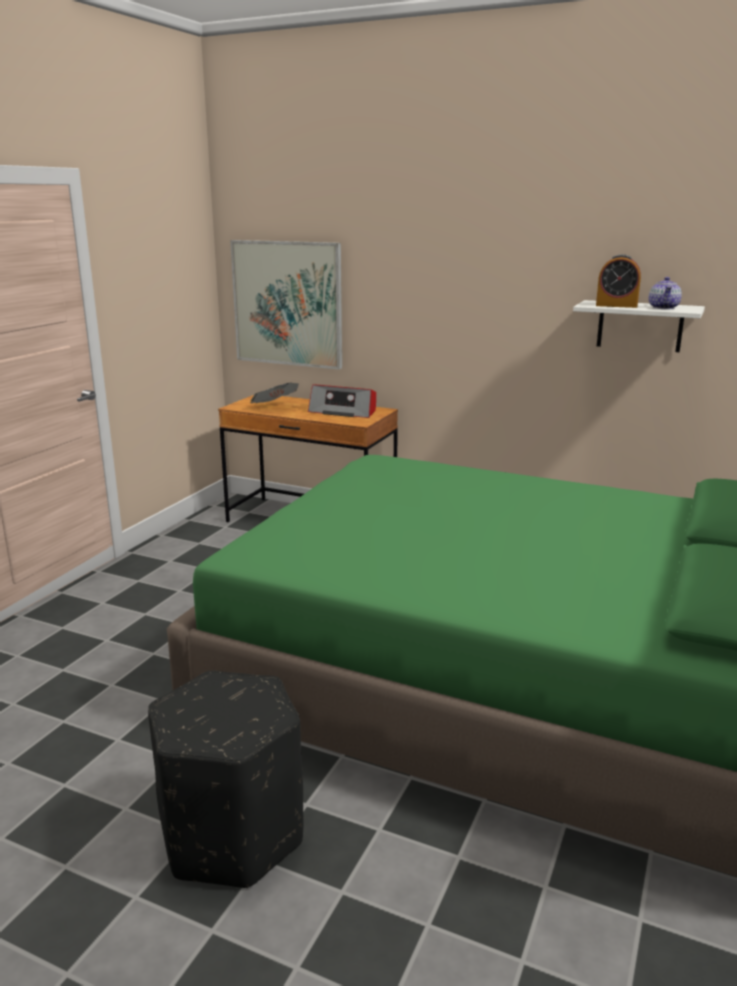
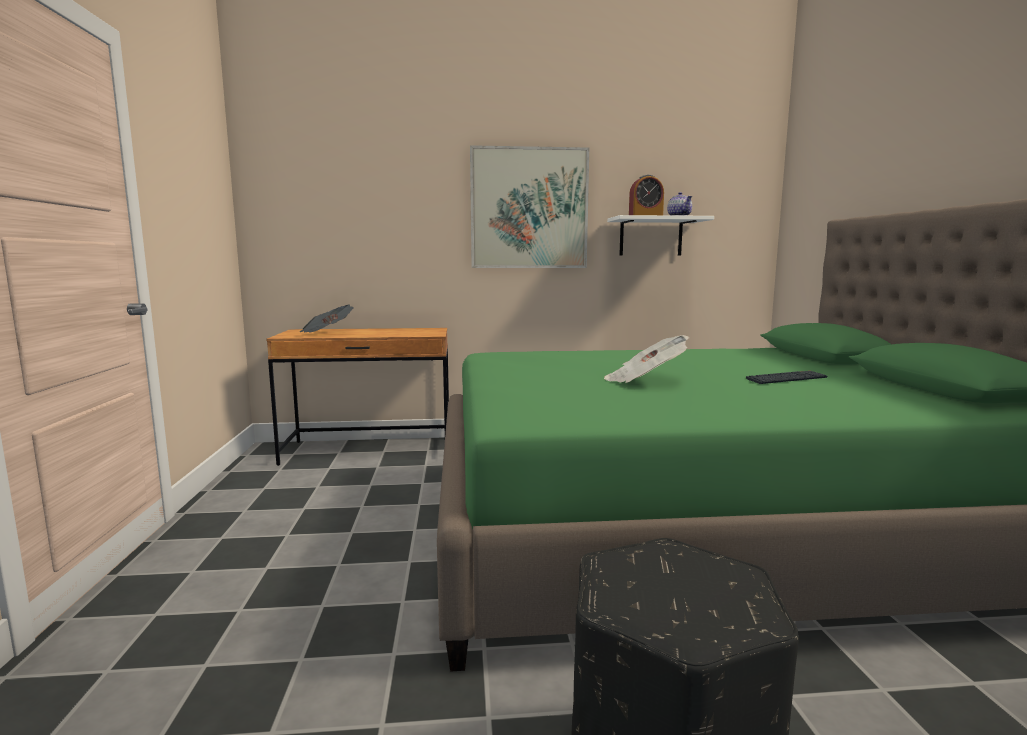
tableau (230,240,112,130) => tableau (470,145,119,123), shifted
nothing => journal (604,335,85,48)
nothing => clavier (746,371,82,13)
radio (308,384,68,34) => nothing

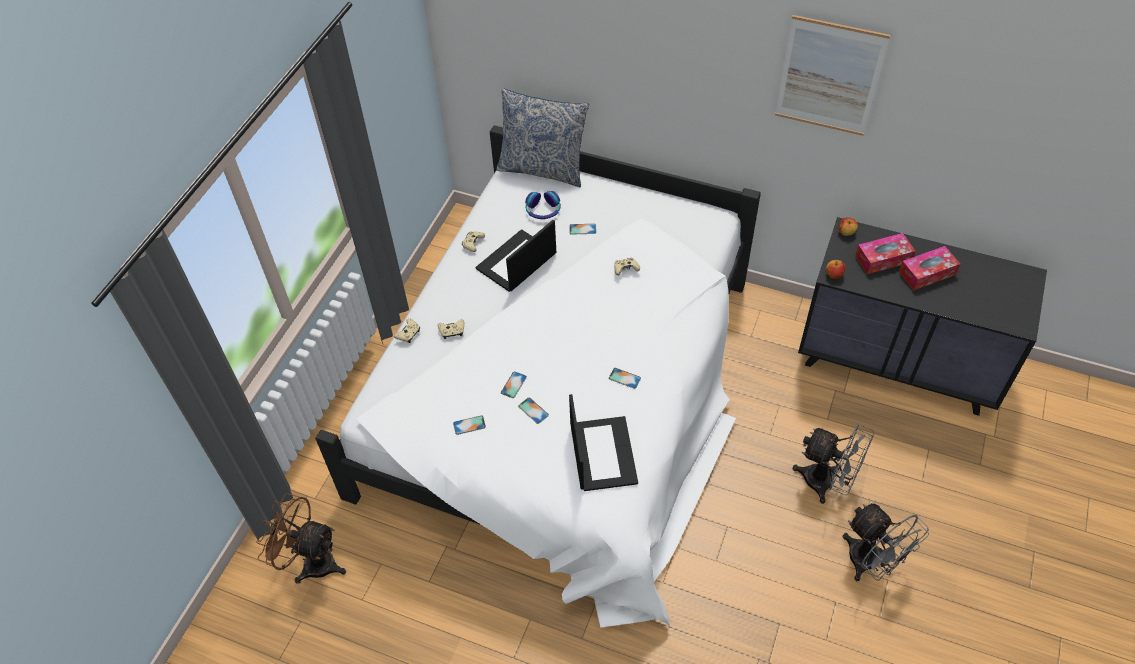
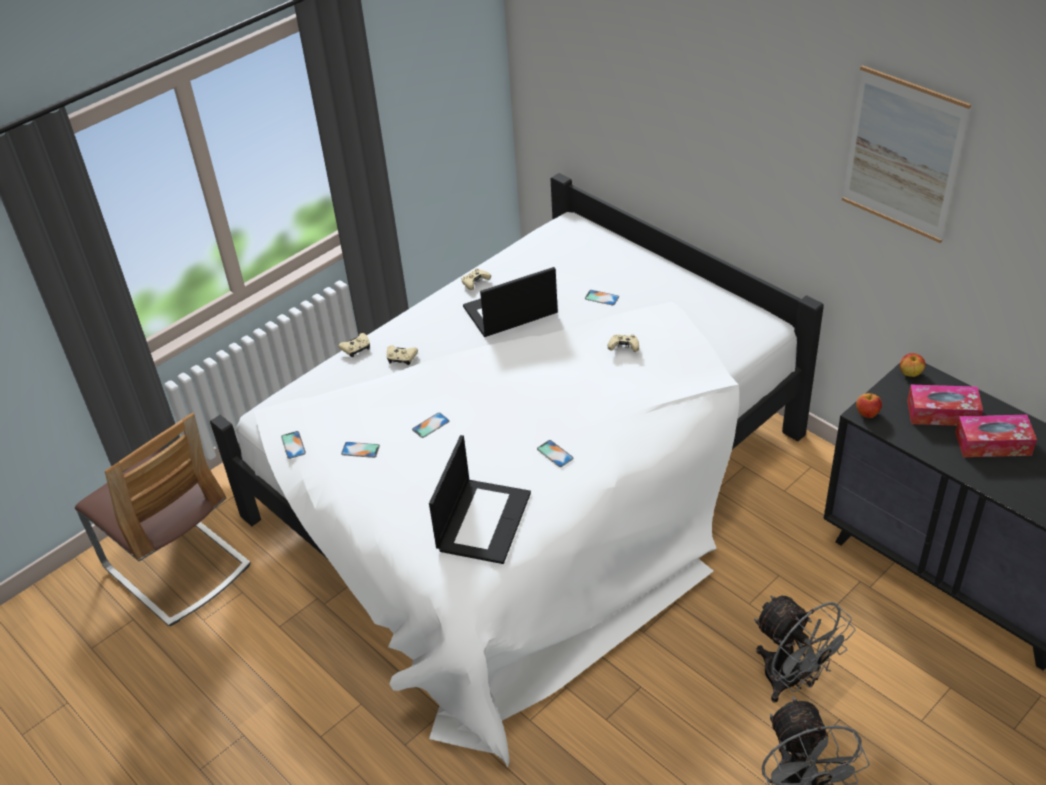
ventilateur (marron) (256,493,90,91) => chaise (75,413,176,213)
téléphone (518,398,31,26) => téléphone (281,431,25,28), shifted
coussin (496,88,93,99) => nothing
casque audio (525,191,36,28) => nothing

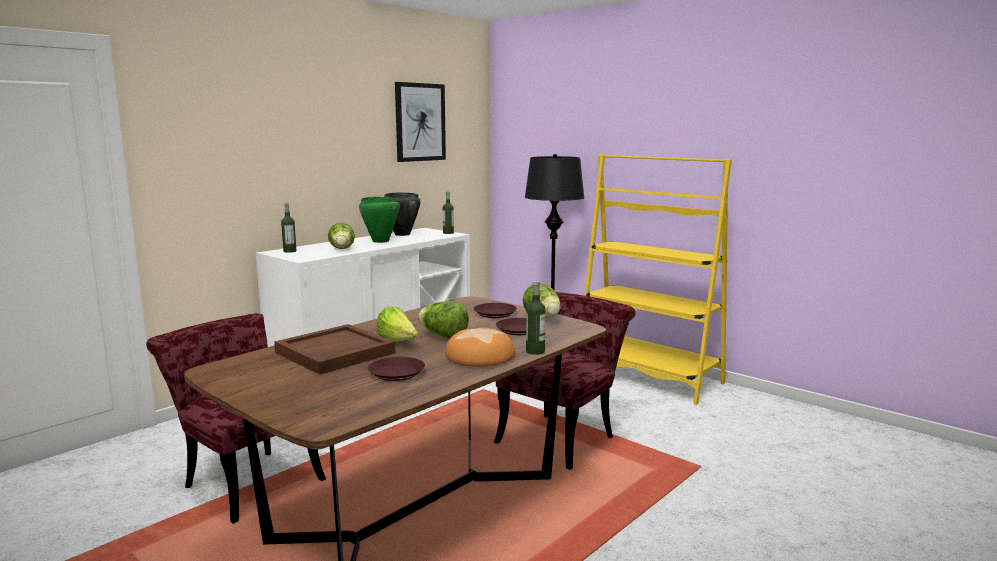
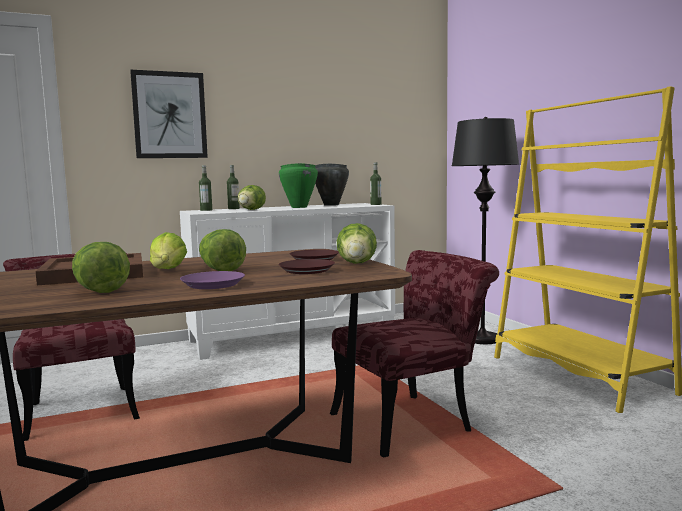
assiette (marron) (368,357,57,24) => laitue (72,242,58,51)
tableau (395,82,51,80) => tableau (130,70,78,88), shifted
pain (445,328,70,39) => assiette (violet) (180,271,65,18)
bouteille (526,281,20,74) => bouteille (227,165,13,44), shifted

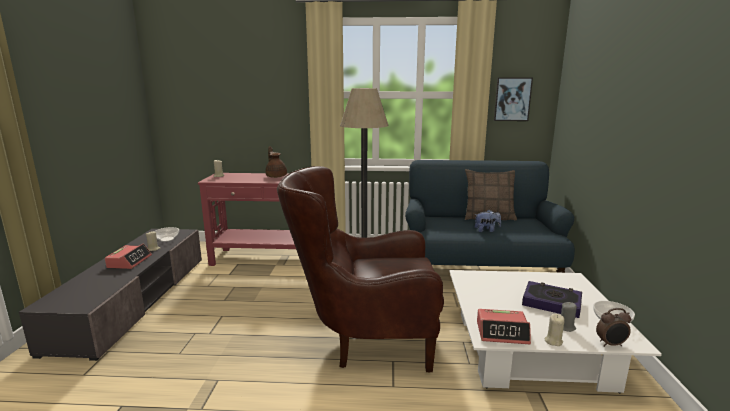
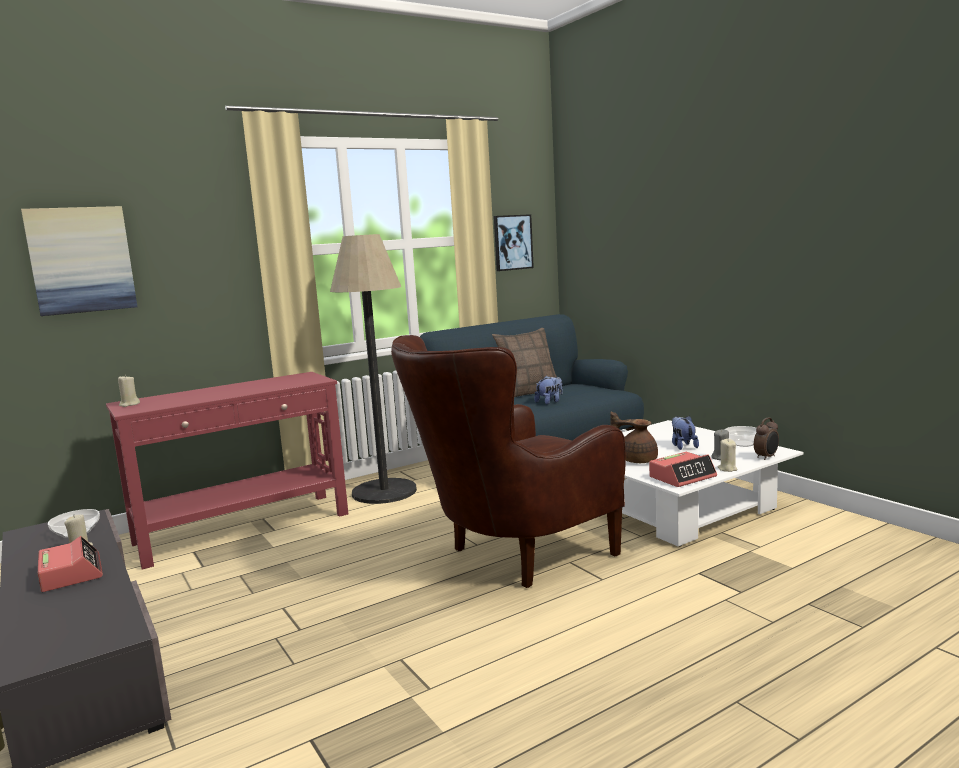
nothing => tableau (21,206,116,110)
théière (marron) (266,146,21,32) => théière (marron) (610,411,48,52), shifted
livre (522,281,60,37) => peluche (672,416,27,34)

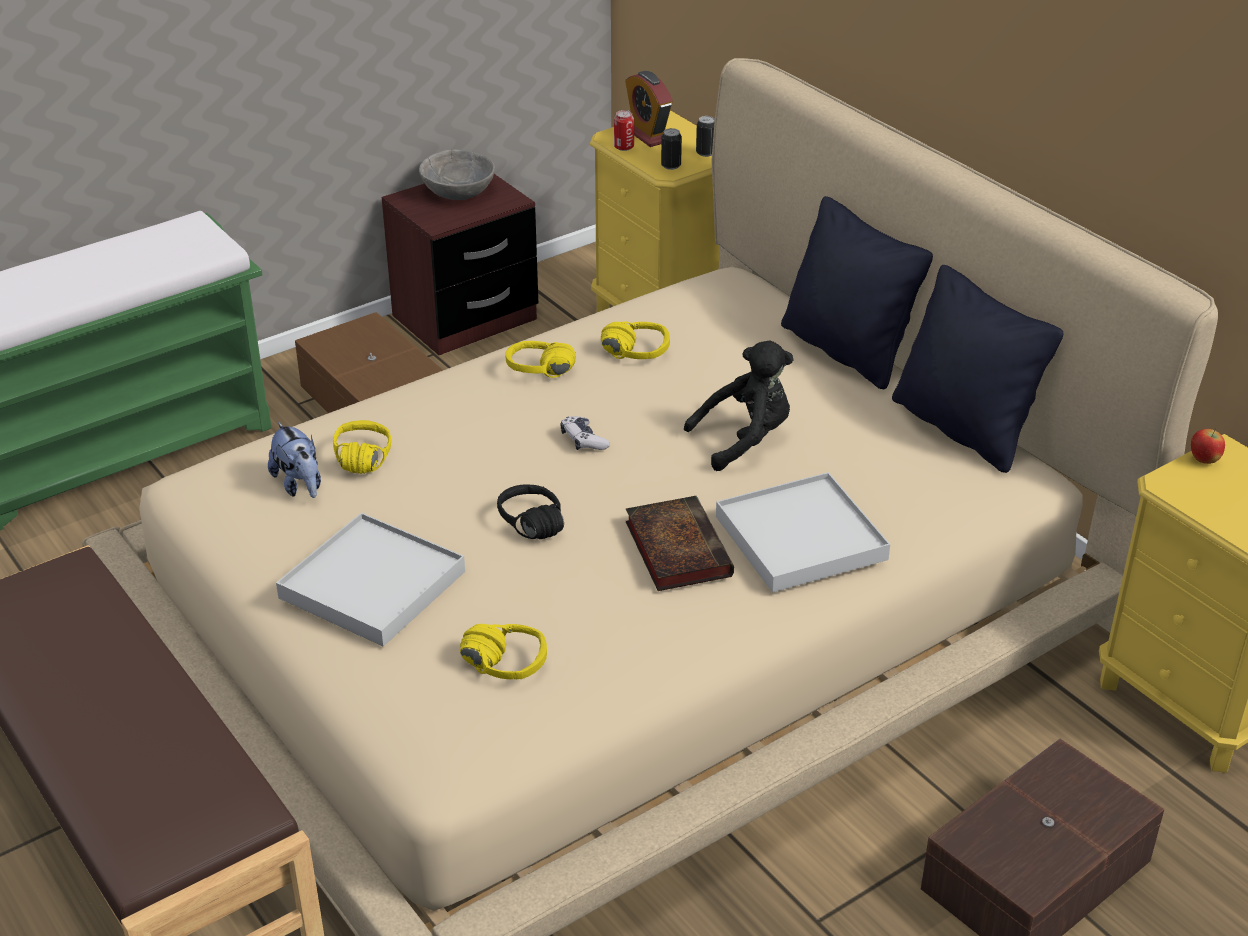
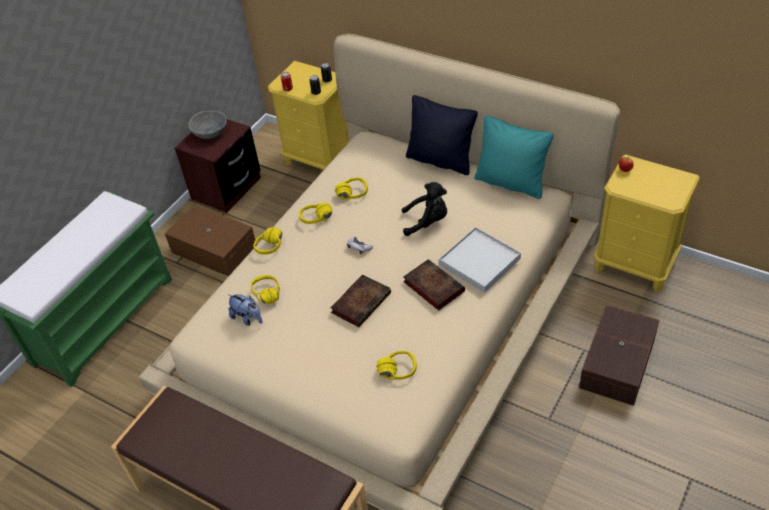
nothing => casque audio (jaune) (253,227,29,28)
casque audio (noir) (497,485,67,54) => livre (330,274,61,53)
peluche (noir) (684,341,109,130) => peluche (noir) (402,182,45,54), 45 degrees clockwise
coussin (noir) (892,265,172,208) => coussin (turquoise) (474,115,80,84)
plateau (blanc) (276,513,189,133) => nothing
réveil (625,71,48,76) => nothing

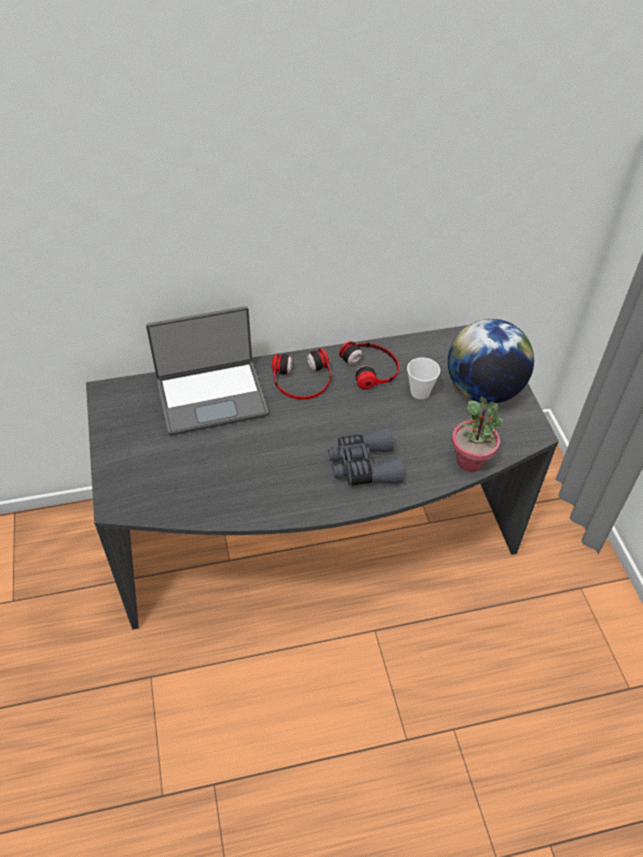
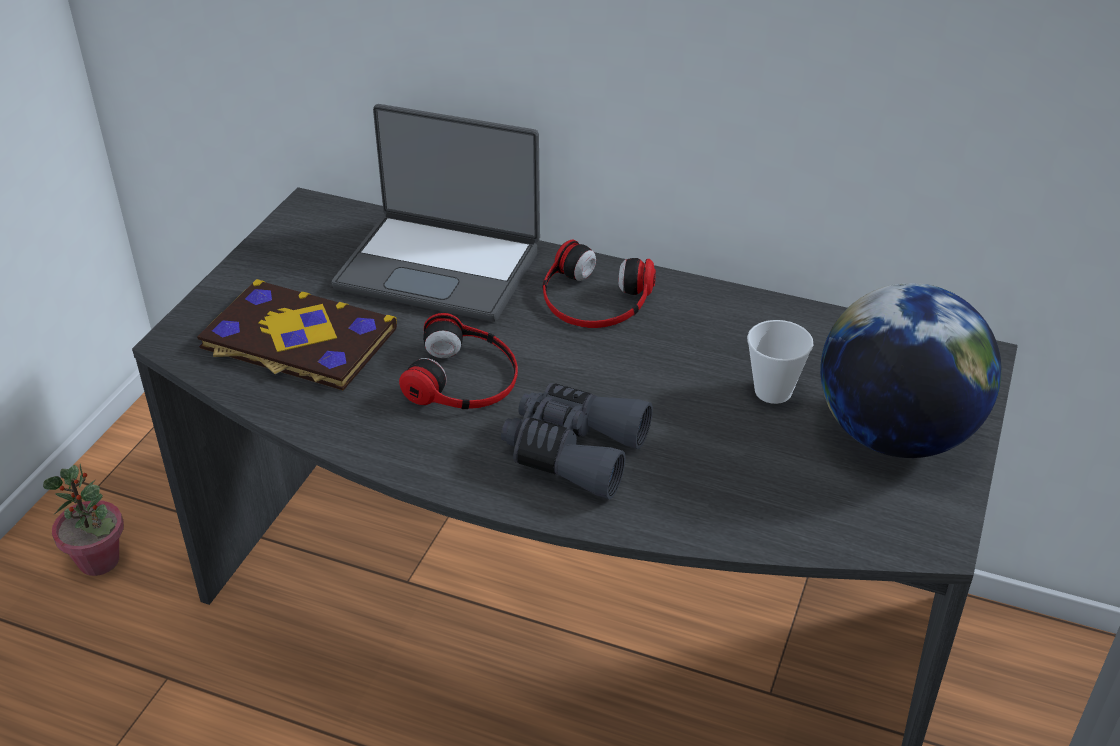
plante en pot (452,396,51,76) => plante en pot (43,464,81,112), shifted
nothing => livre (197,279,200,112)
casque audio (339,341,60,48) => casque audio (399,313,119,96), shifted

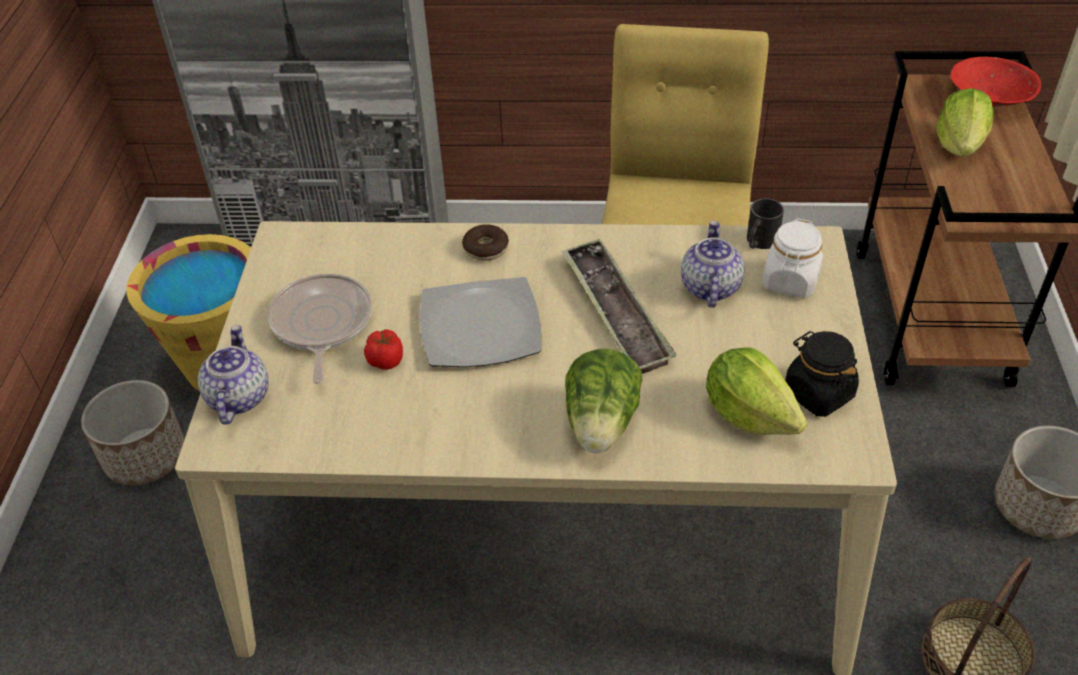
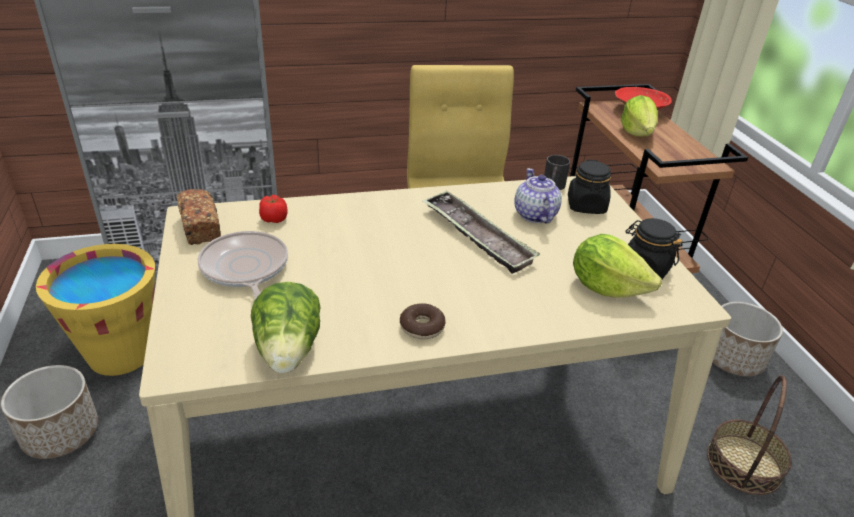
nothing => pain (177,189,44,56)
laitue (565,349,78,104) => laitue (251,282,70,91), shifted
tomate (364,329,39,41) => tomate (259,195,29,28), shifted
beignet (462,224,47,37) => beignet (400,303,46,36), shifted
bocal (blanc) (762,218,61,80) => bocal (noir) (568,159,43,55)
théière (198,325,71,100) => nothing
assiette (420,277,121,90) => nothing

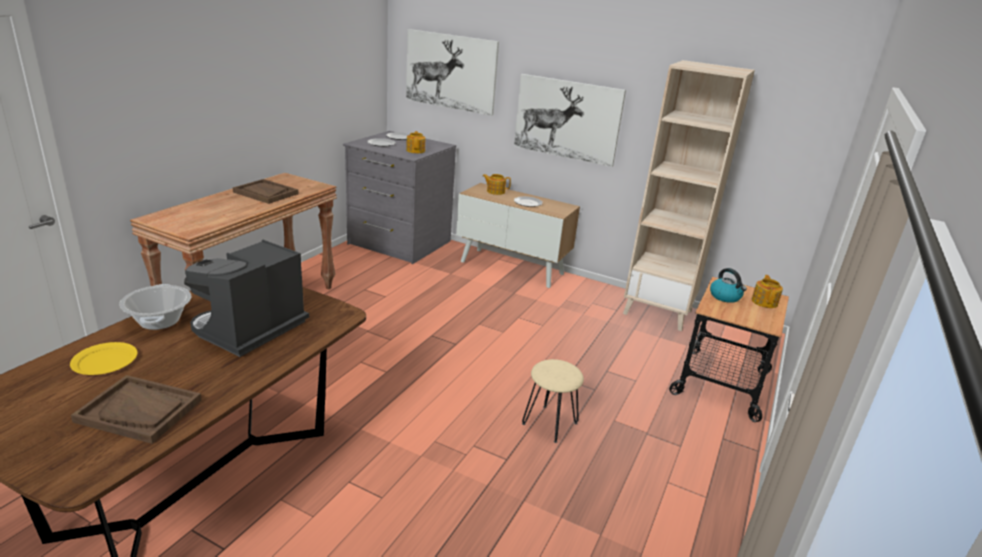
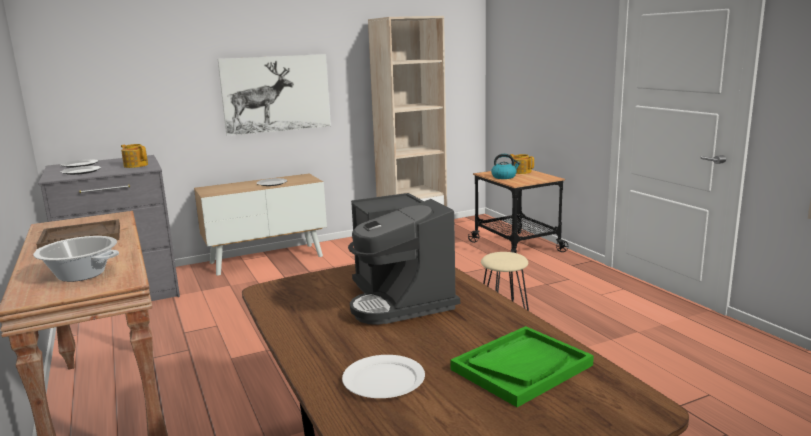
marmite (119,284,72,46) => marmite (33,236,86,46), shifted
assiette (jaune) (70,342,67,33) => assiette (blanc) (342,355,83,43)
plateau (marron) (71,375,131,69) => plateau (vert) (450,326,144,81)
tableau (406,29,93,87) => nothing
théière (483,174,28,21) => nothing

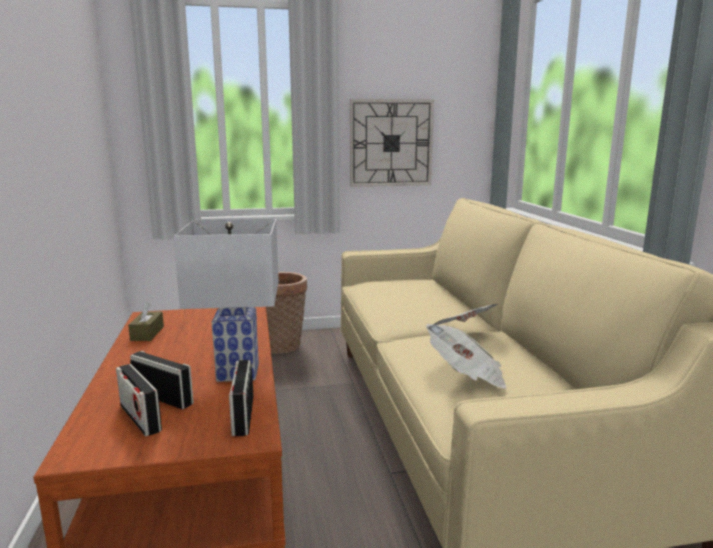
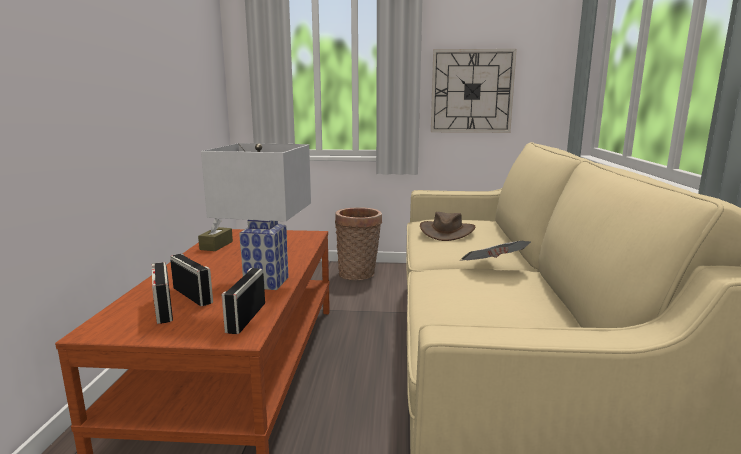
nothing => chapeau (marron) (420,212,55,29)
journal (426,324,81,65) => nothing

